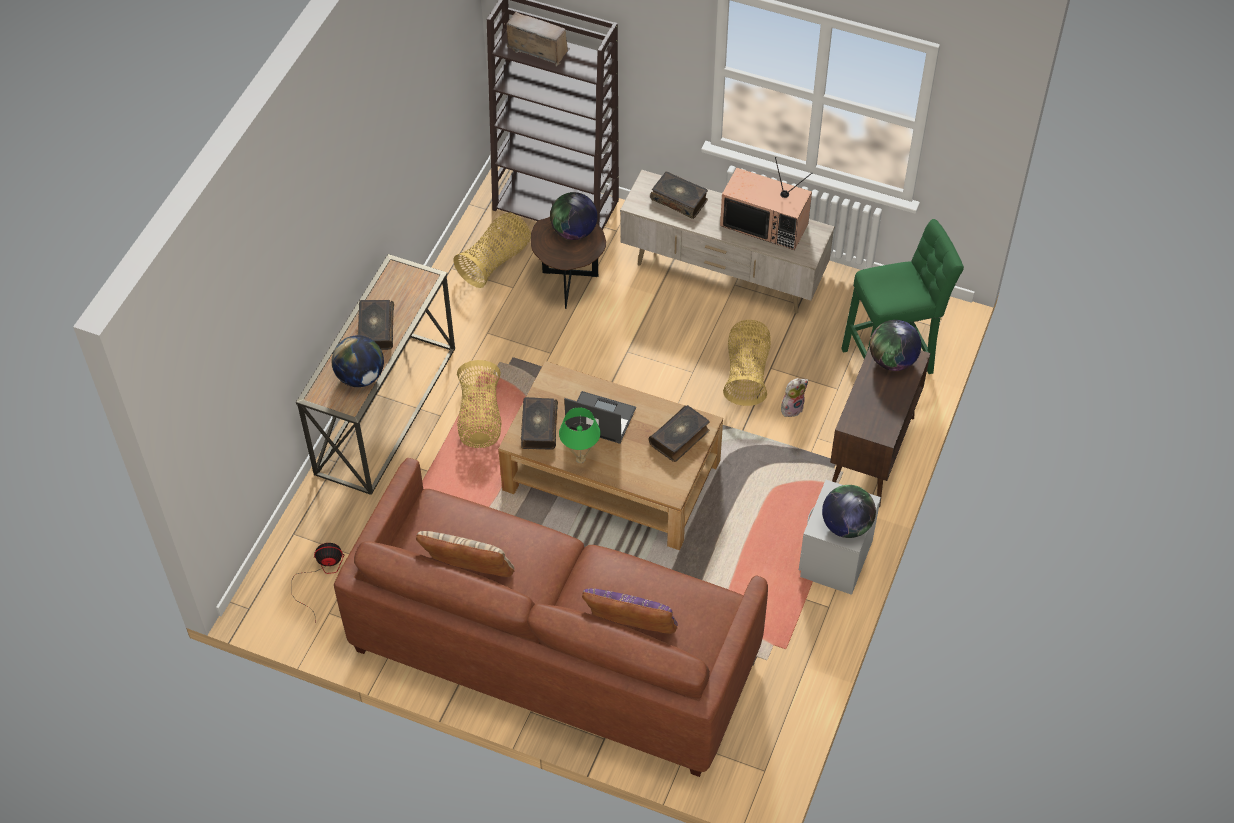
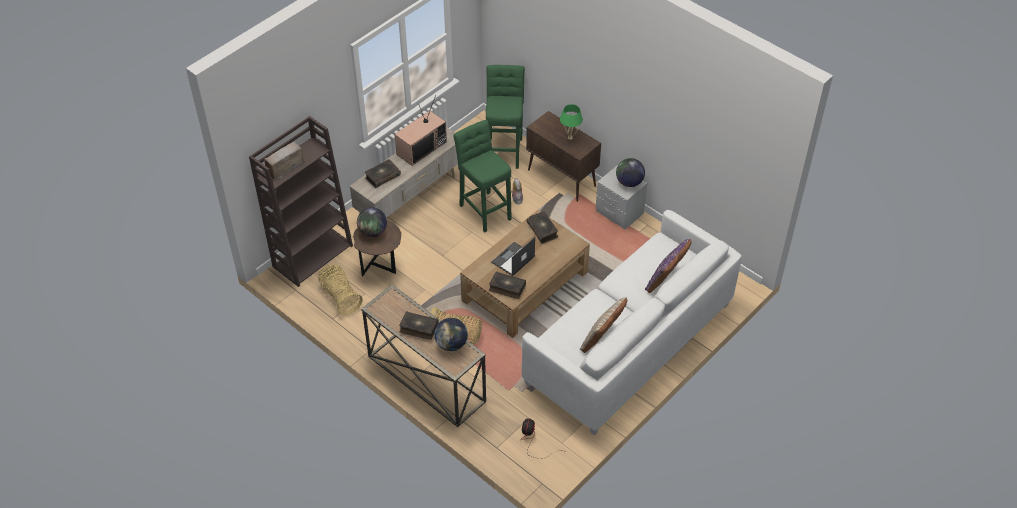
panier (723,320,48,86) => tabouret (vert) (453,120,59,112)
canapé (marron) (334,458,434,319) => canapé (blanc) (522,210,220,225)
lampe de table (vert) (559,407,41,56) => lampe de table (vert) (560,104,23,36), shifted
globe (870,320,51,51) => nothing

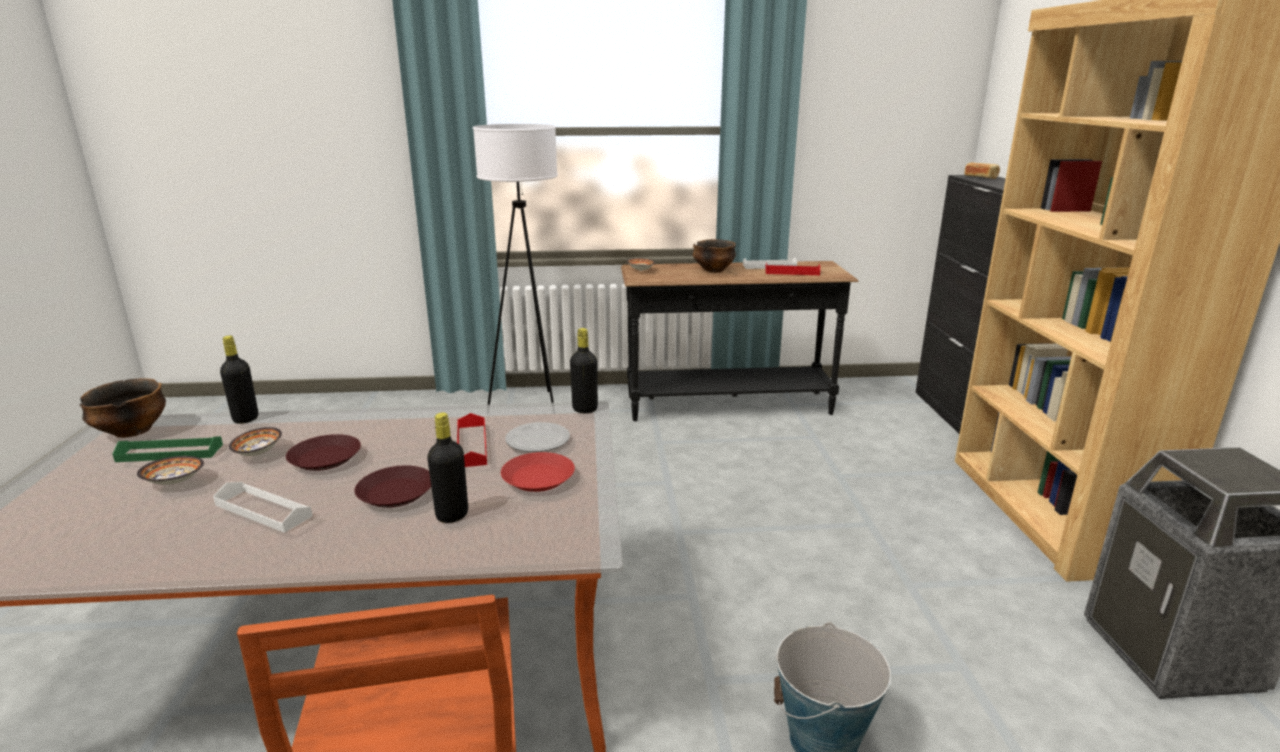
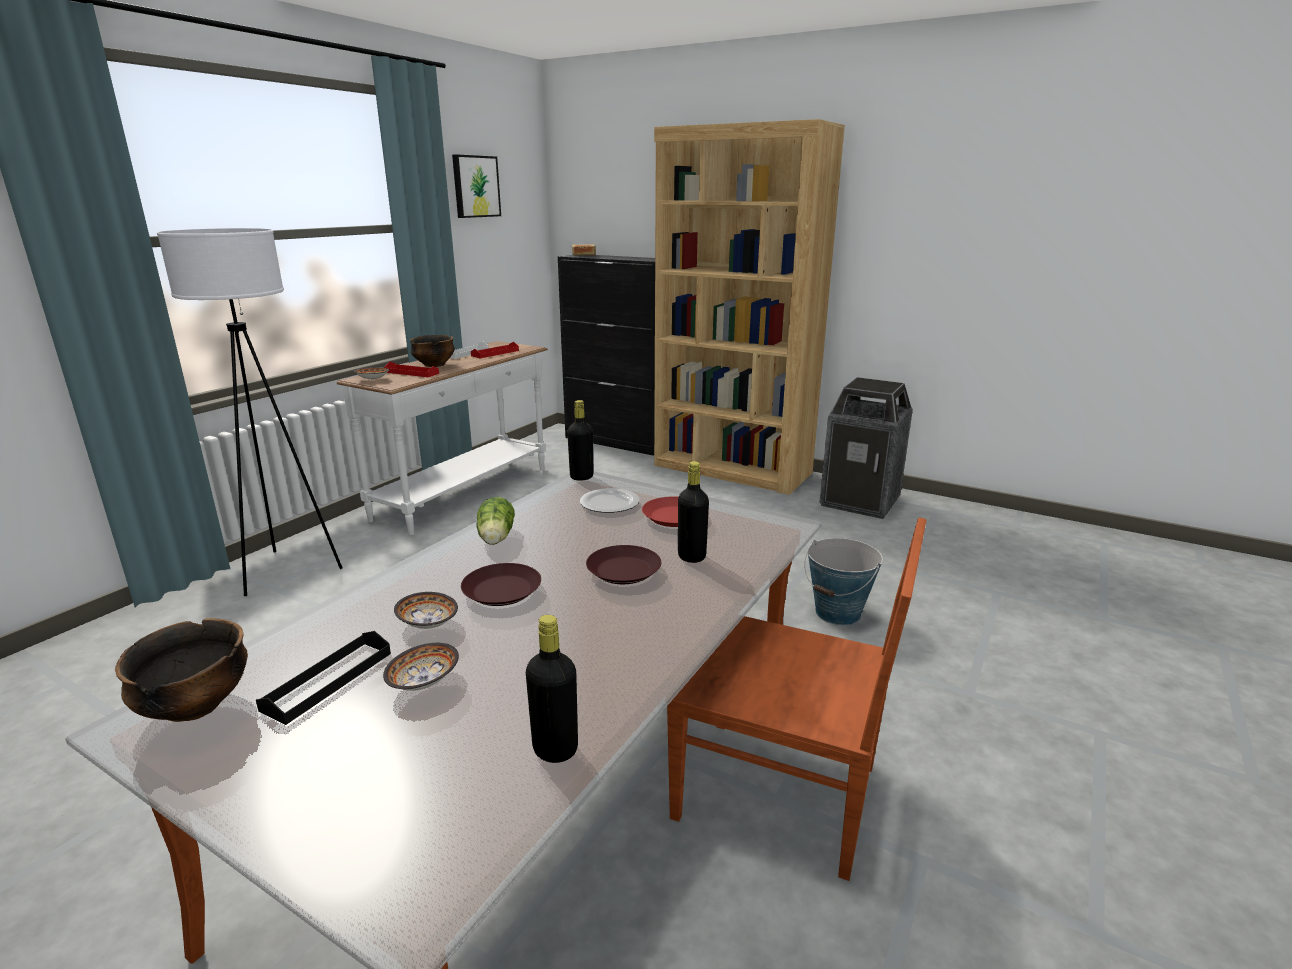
plateau (vert) (112,436,111,26) => plateau (noir) (256,631,135,94)
table console (noir) (621,261,238,160) => table console (blanc) (337,341,211,194)
plateau (rouge) (457,413,30,54) => plateau (rouge) (384,361,55,16), shifted
nothing => tableau (452,154,49,64)
nothing => laitue (476,497,39,48)
bouteille (noir) (220,336,38,88) => bouteille (noir) (526,615,52,148), shifted
plateau (blanc) (213,482,100,51) => nothing

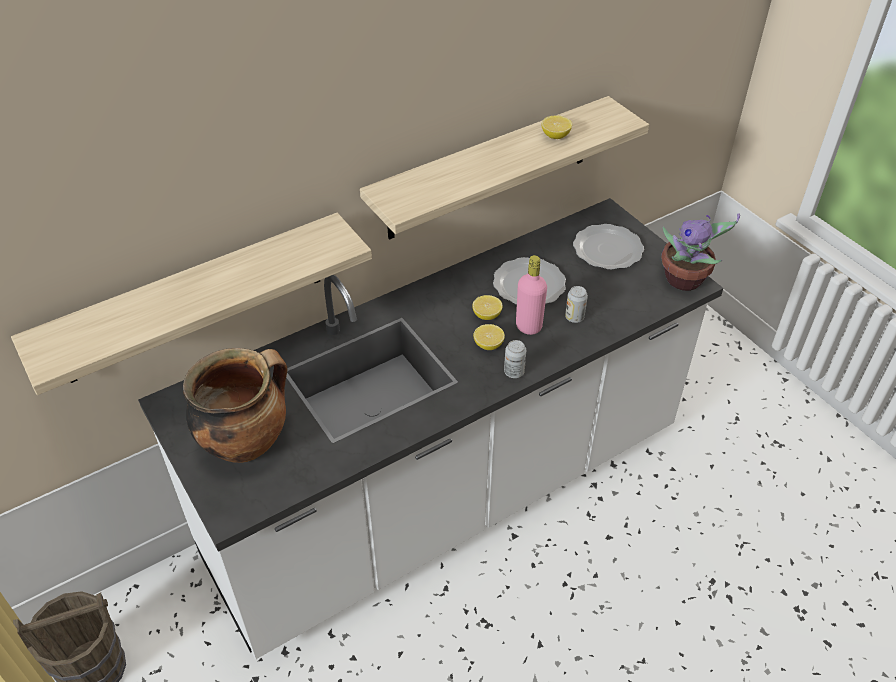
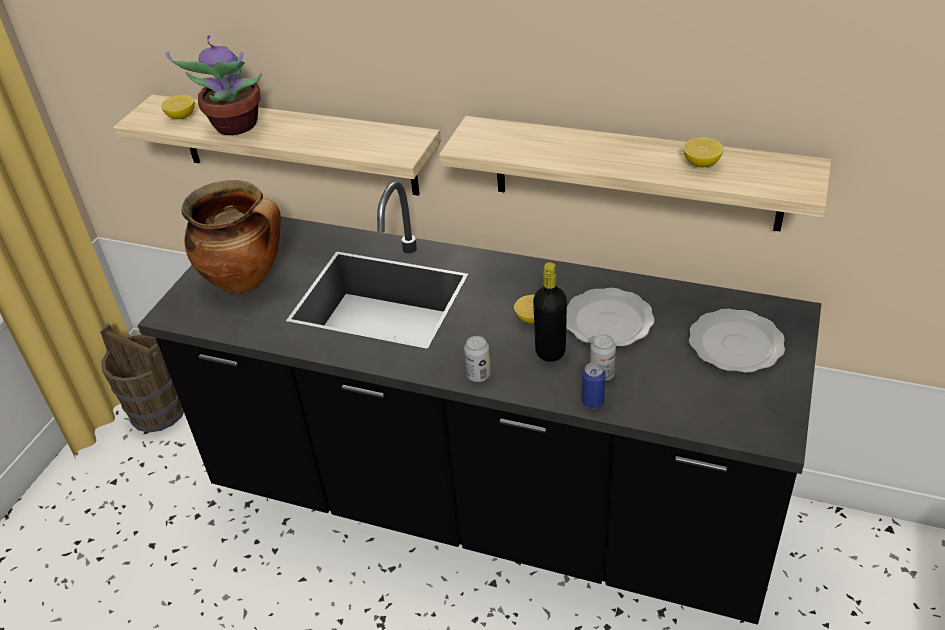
comptoir de cuisine (blanc) (138,198,585,461) => comptoir de cuisine (noir) (138,181,684,443)
citron (473,324,32,26) => citron (161,95,34,24), shifted
plante en pot (661,213,79,78) => plante en pot (166,35,96,100), shifted
bouteille (rose) (516,255,31,80) => bouteille (noir) (533,262,34,100)
nothing => boîte métallique (582,363,24,46)

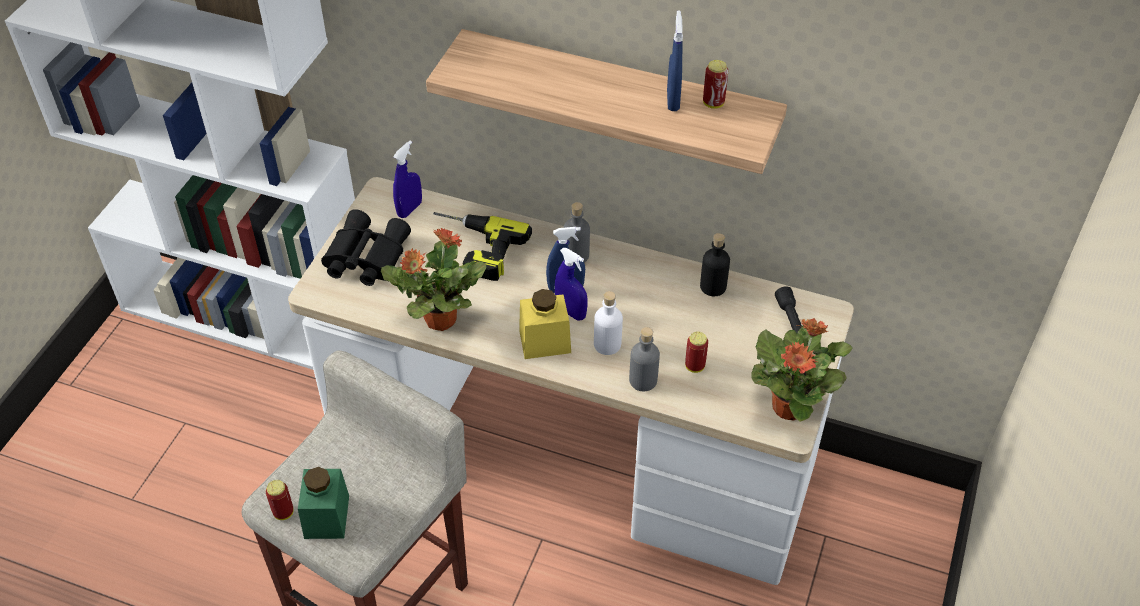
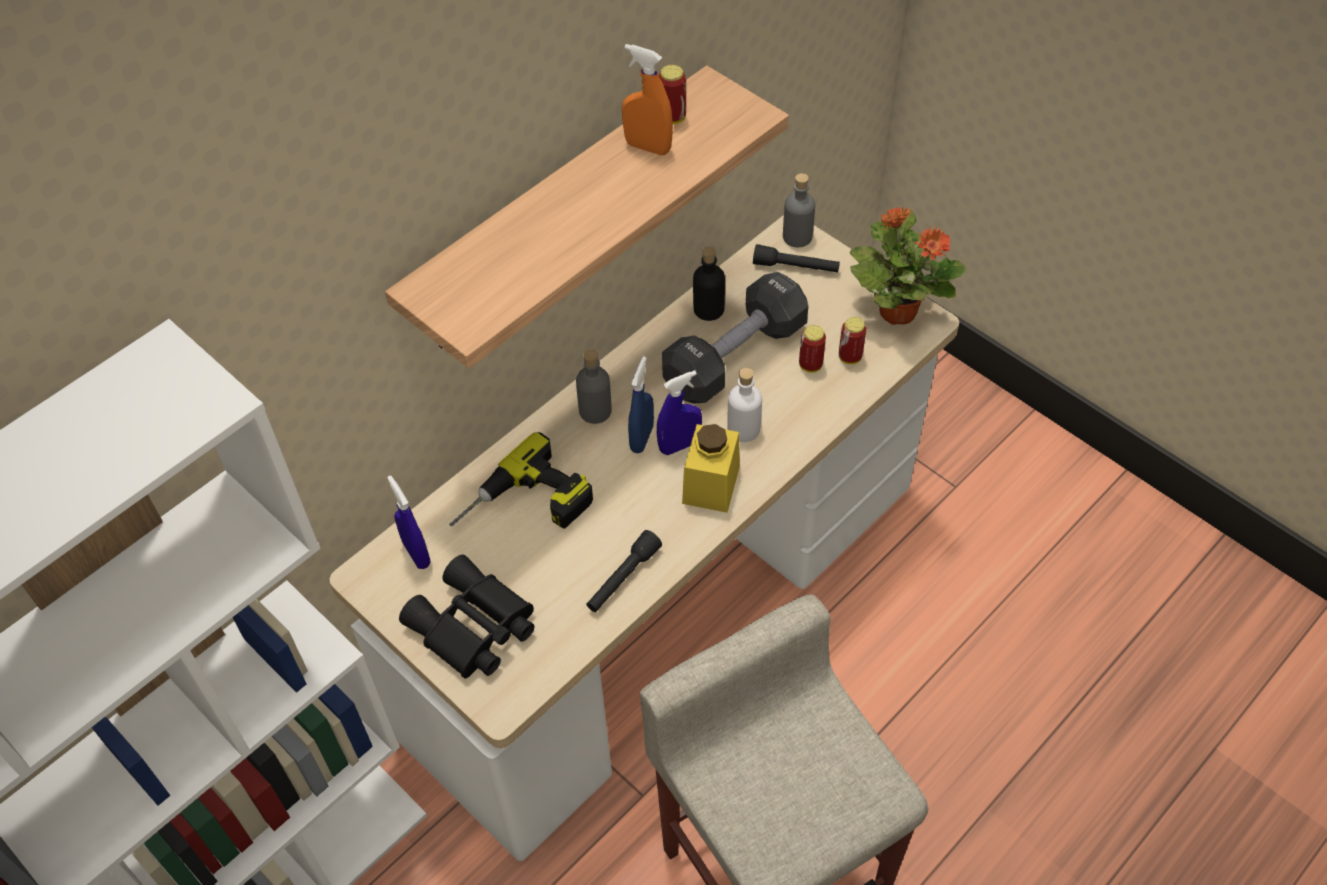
plante en pot (381,228,105,103) => lampe de poche (noir) (587,530,75,82)
vaporisateur (bleu) (667,10,16,101) => vaporisateur (orange) (622,44,51,111)
nothing => haltère (noir) (662,272,146,132)
bouteille (gris) (629,327,31,64) => bouteille (gris) (783,173,32,74), shifted
boîte métallique (266,480,28,40) => boîte métallique (839,317,27,47), shifted
bocal (vert) (298,467,51,72) => nothing

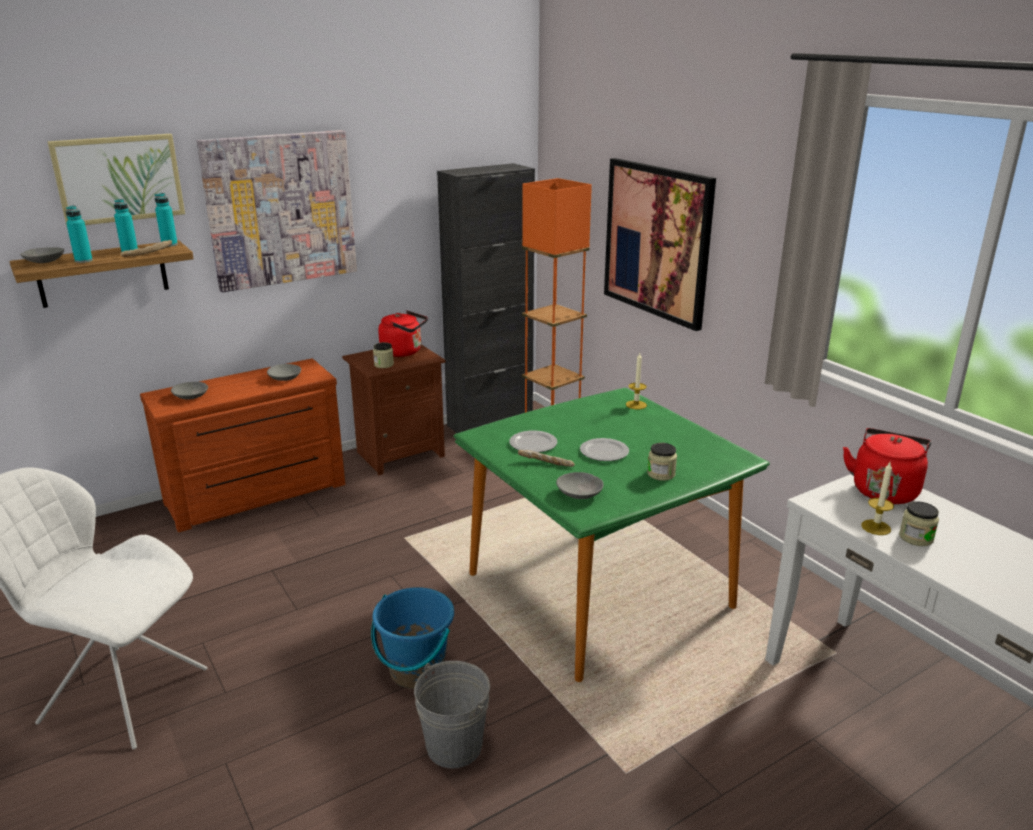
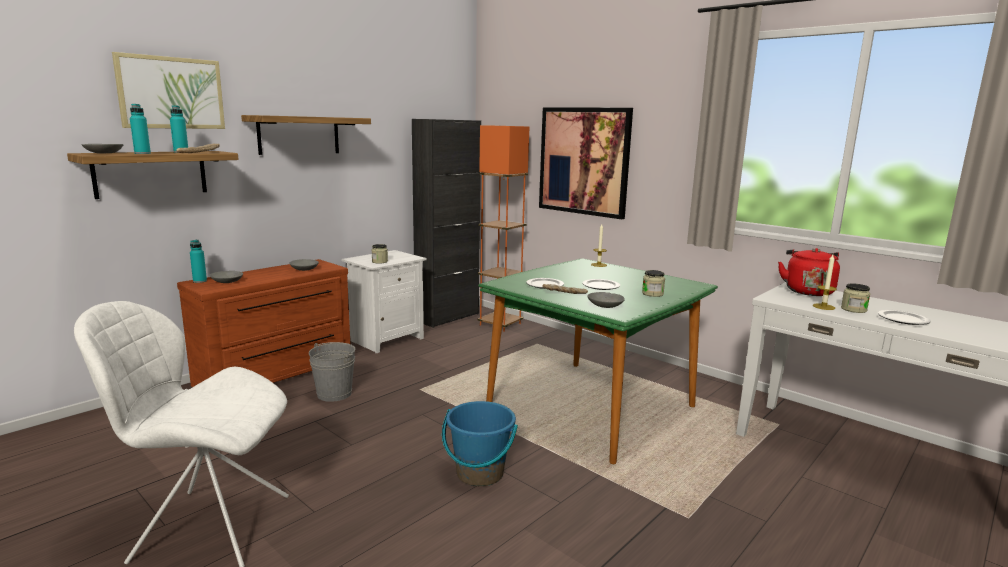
bouteille (turquoise) (154,193,24,54) => bouteille (turquoise) (190,240,17,43), shifted
tableau (197,130,160,162) => étagère (241,115,130,40)
seau (gris) (414,661,76,107) => seau (gris) (309,342,46,60), shifted
table de chevet (marron) (342,344,104,132) => table de chevet (blanc) (342,250,85,103)
nothing => assiette (878,310,53,15)
bouilloire (rouge) (378,310,50,47) => nothing

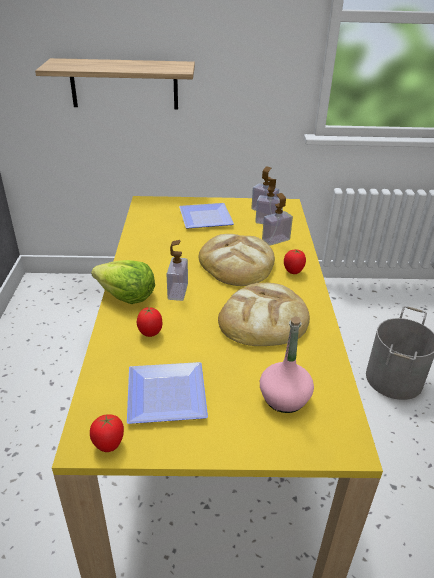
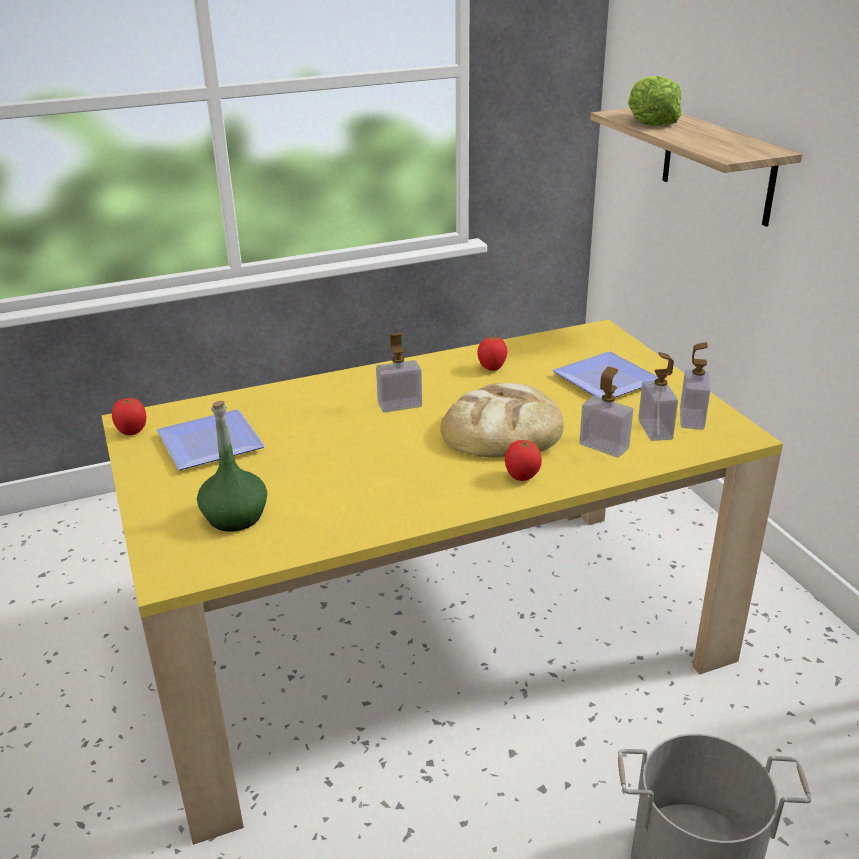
bouteille (rose) (260,316,54,97) => bouteille (vert) (197,401,70,131)
tomate (137,307,25,30) => tomate (478,336,30,35), shifted
laitue (91,260,64,44) => laitue (628,76,54,50), shifted
pain (218,283,92,63) => nothing

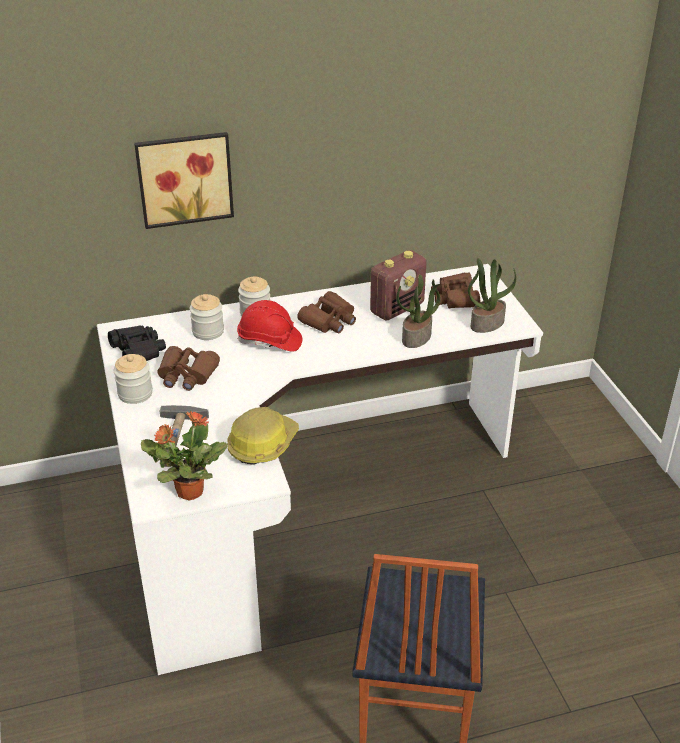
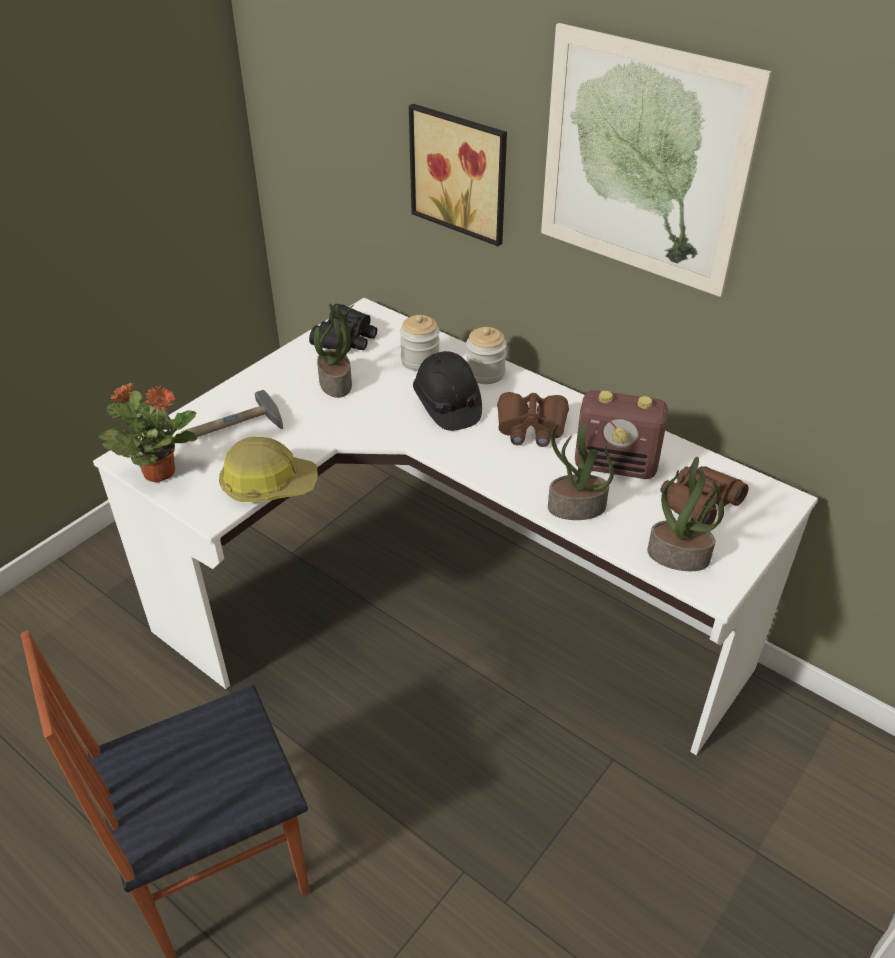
jumelles (marron) (158,346,62,45) => plante en pot (314,304,41,94)
casque de chantier (rouge) (237,300,65,52) => casque de chantier (noir) (413,351,69,80)
nothing => tableau (541,23,231,274)
bocal (114,354,39,50) => nothing

